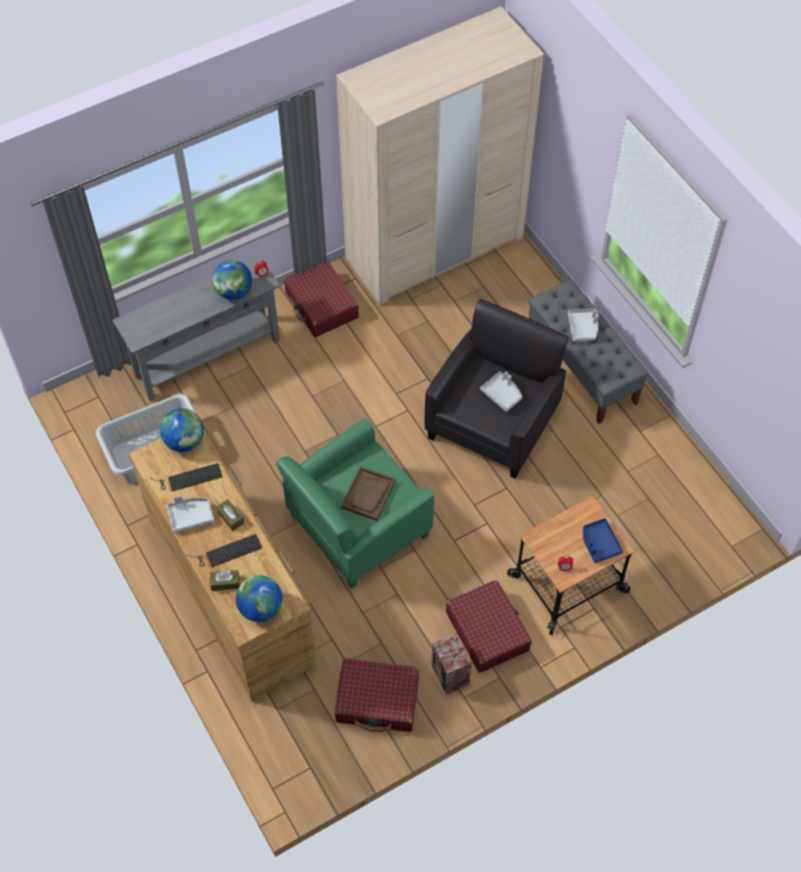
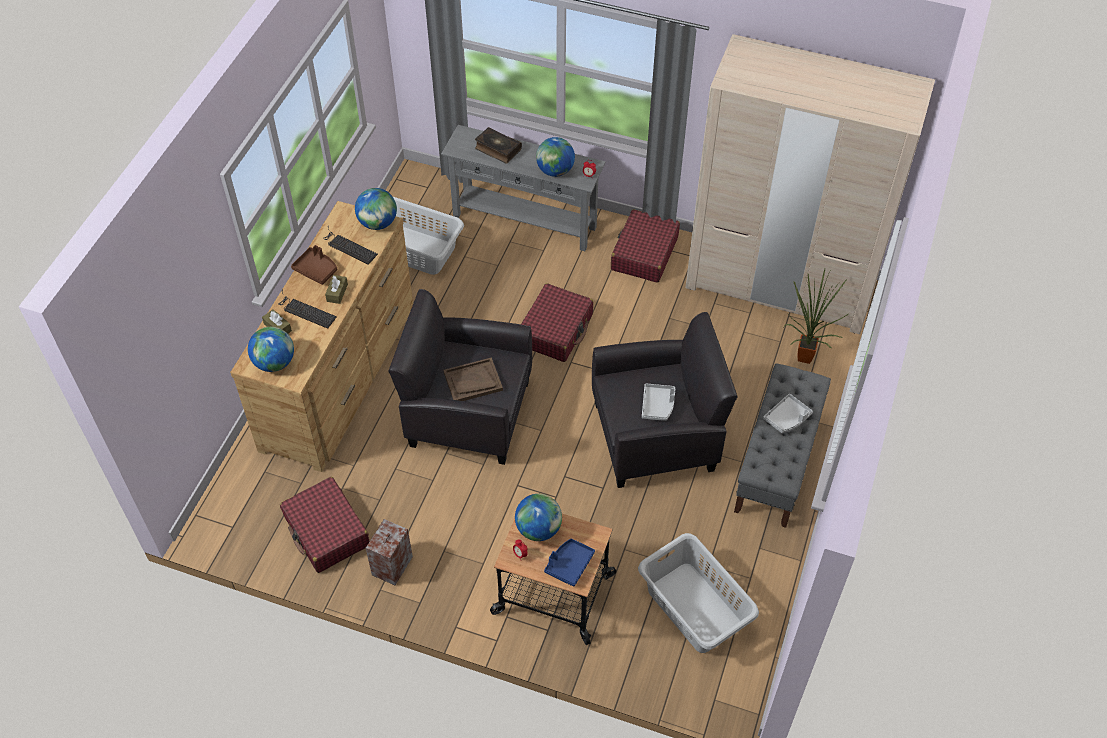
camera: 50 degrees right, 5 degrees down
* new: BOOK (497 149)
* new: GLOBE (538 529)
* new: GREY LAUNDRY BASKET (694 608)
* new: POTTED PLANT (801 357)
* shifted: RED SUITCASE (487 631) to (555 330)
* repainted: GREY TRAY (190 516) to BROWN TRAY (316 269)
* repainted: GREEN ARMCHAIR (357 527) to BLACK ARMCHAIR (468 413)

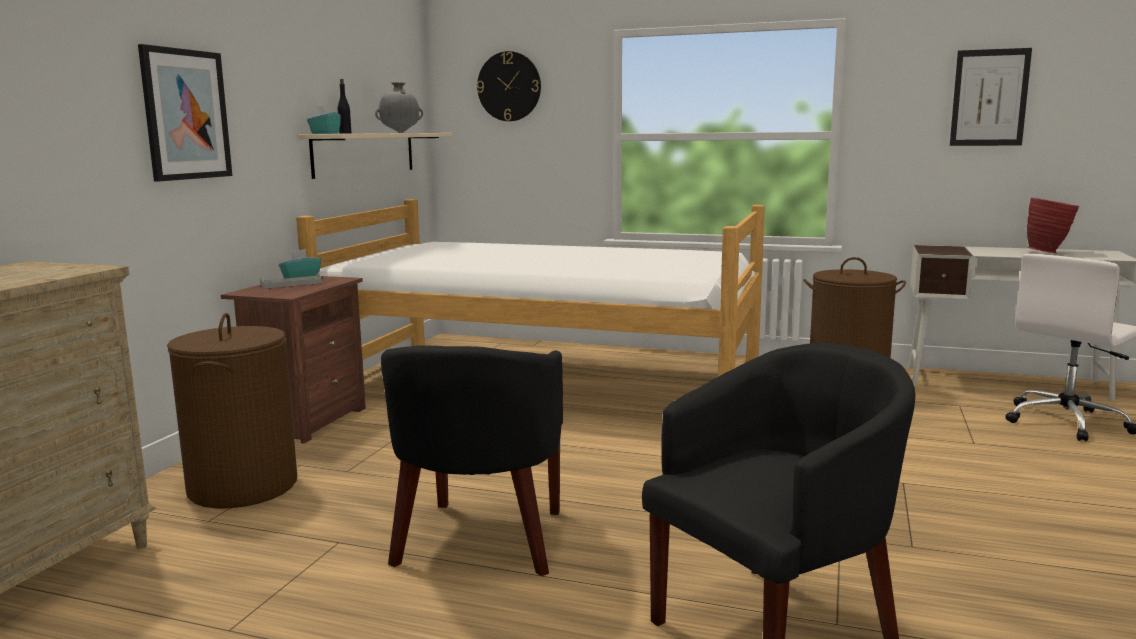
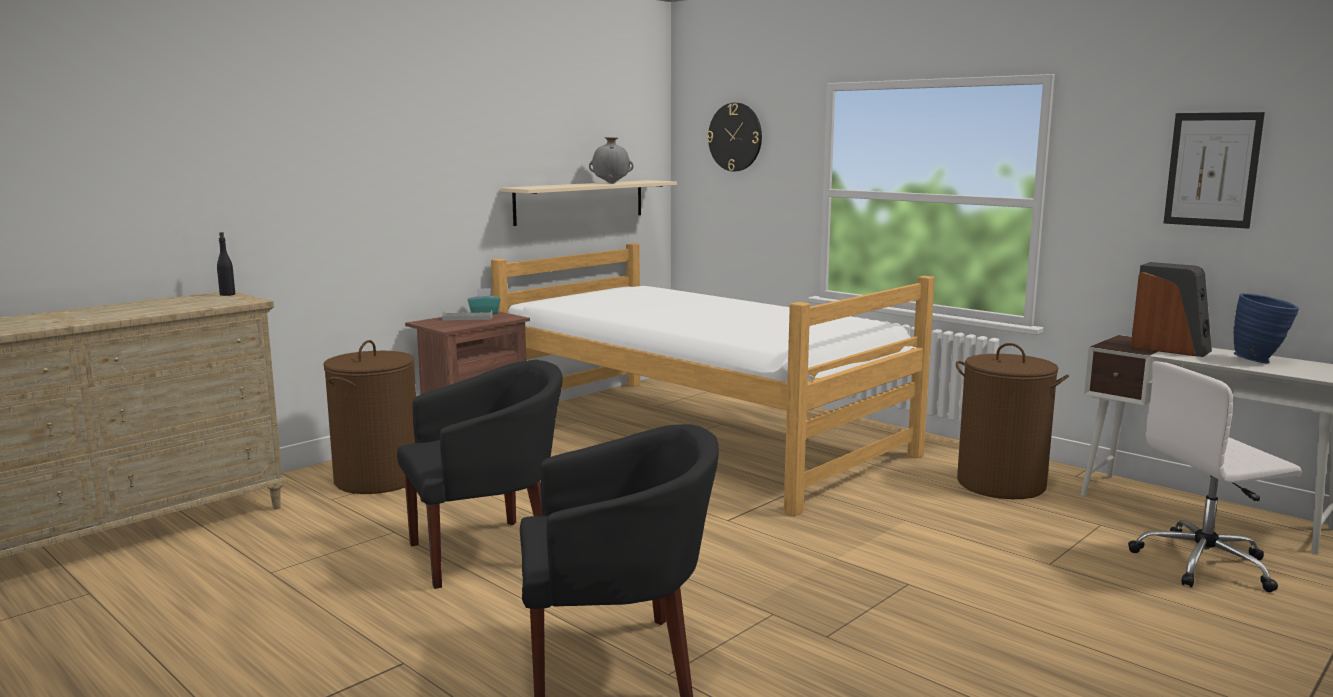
camera: 25 degrees right, 0 degrees up
* gone: PICTURE (186 114)
* gone: TURQUOISE TISSUE BOX (325 133)
* new: SPEAKER (1170 349)
* shifted: BLACK BOTTLE (345 133) to (227 294)
* repainted: RED VASE (1048 252) to BLUE VASE (1260 361)
* rotated: BLACK ARMCHAIR (481 541) = (487 553) 150 degrees counterclockwise

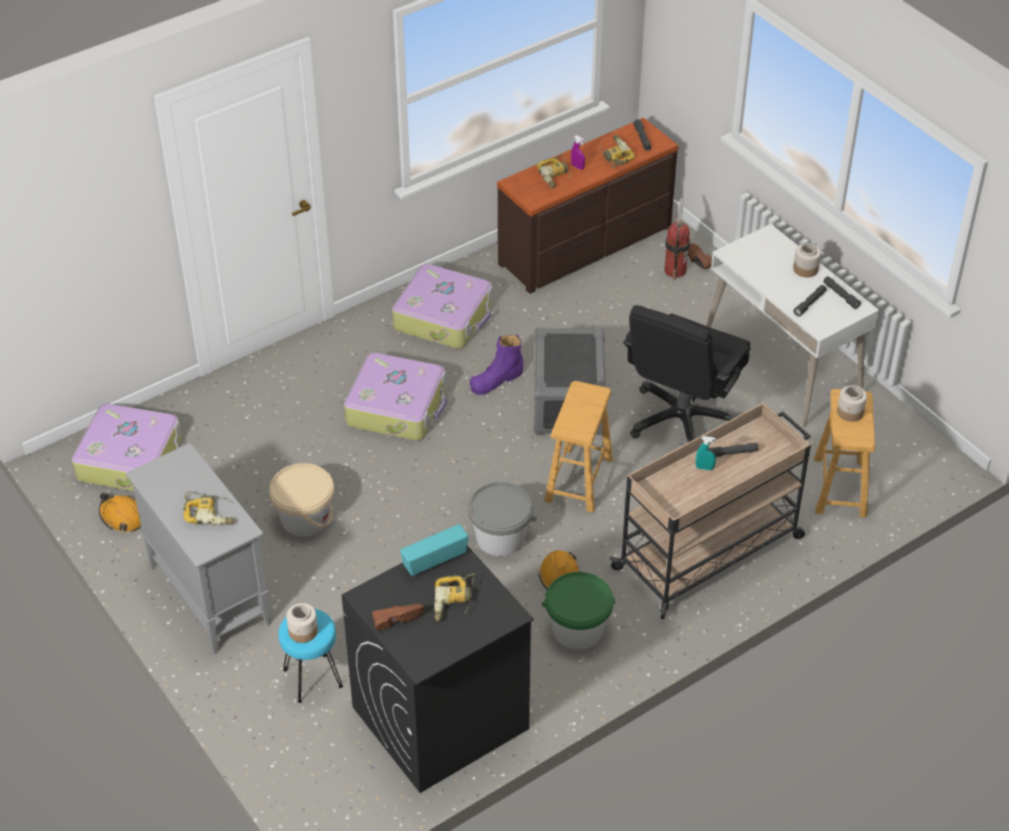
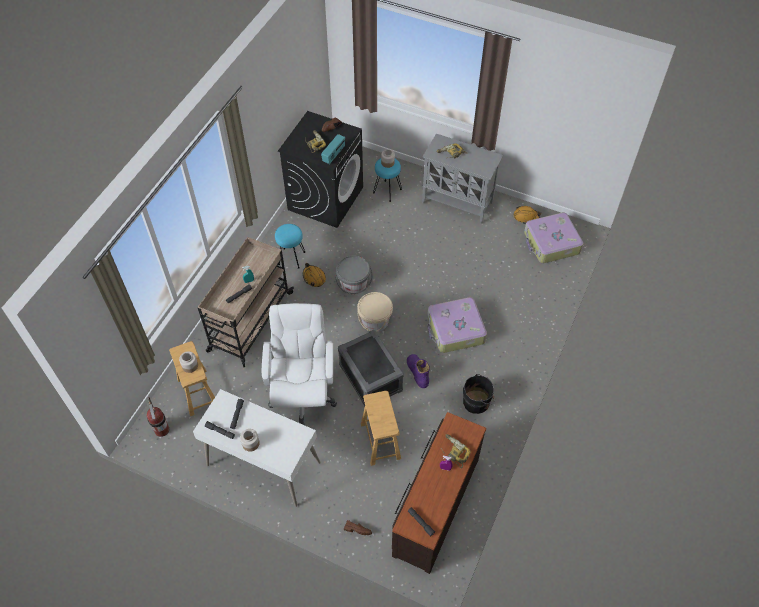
camera: 150 degrees right, 10 degrees up
* gone: POWER DRILL (614 155)
* shifted: BEIGE BUCKET (305 518) to (375 321)
* shifted: BROWN STOOL (579 480) to (380 441)
* shifted: FIRE EXTINGUISHER (675 270) to (162 430)
* swapped: SUITCASE (444 317) to BLACK BUCKET (477 401)
* swapped: GREEN BUCKET (577 629) to TURQUOISE STOOL (291 258)
* repainted: BLACK OFFICE CHAIR (682 420) to WHITE OFFICE CHAIR (302 395)
* rotated: PURPLE BOOT (497 379) = (417 372) 45 degrees counterclockwise

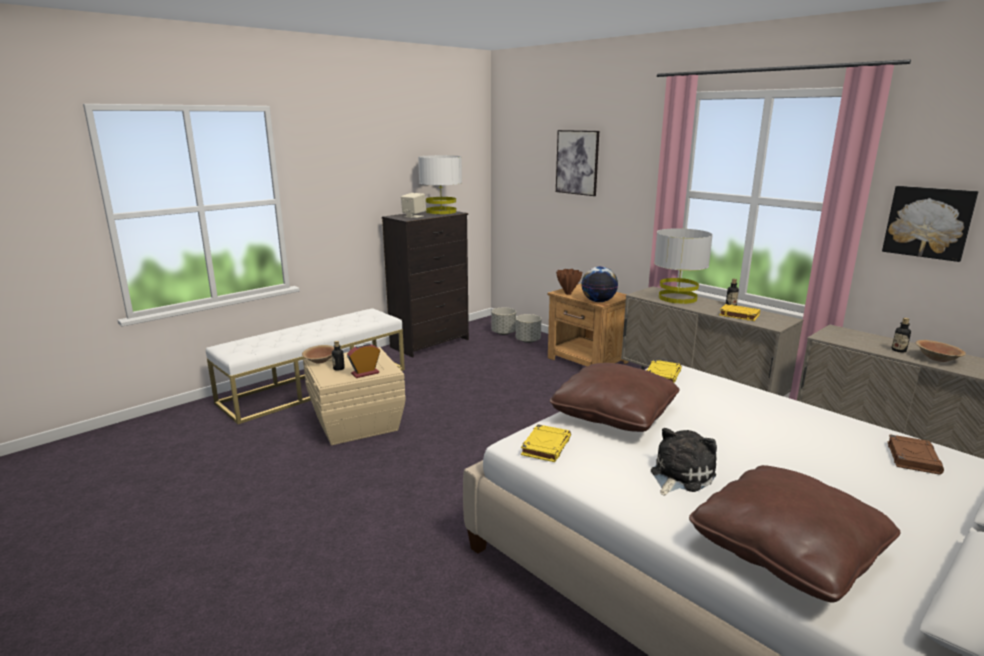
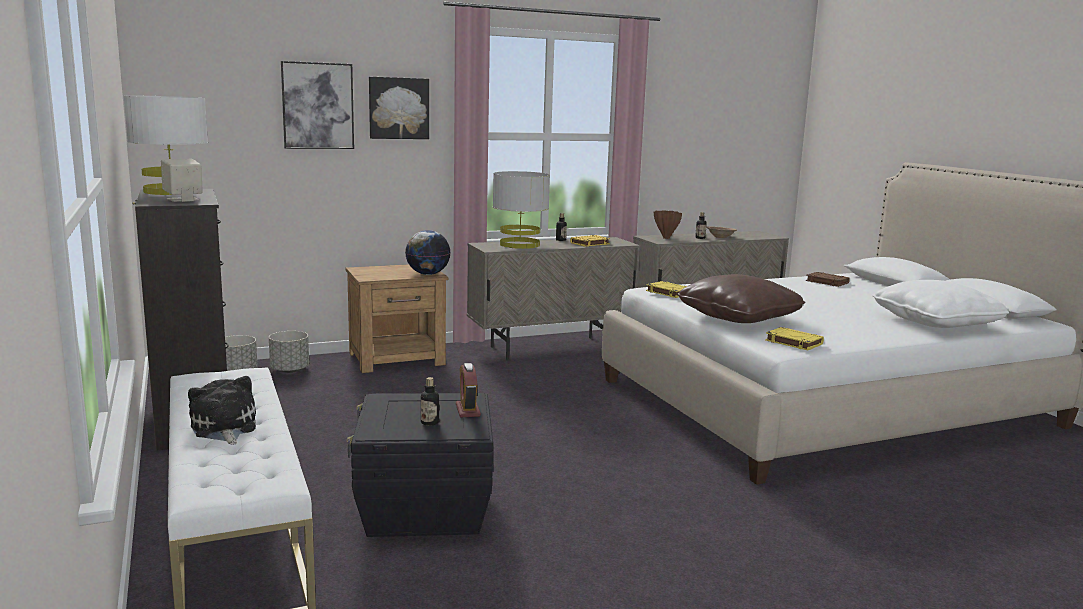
camera: 70 degrees left, 5 degrees down
* gone: BROWN BOWL (320 361)
* shifted: BROWN VASE (568 293) to (666 238)
* shifted: PLUSH TOY (679 475) to (224 428)
* shifted: PICTURE (928 222) to (398 108)
* repainted: BEIGE STORAGE BOX (355 423) to BLACK STORAGE BOX (423 509)
* repainted: BROWN PILLOW (786 550) to WHITE PILLOW (935 323)

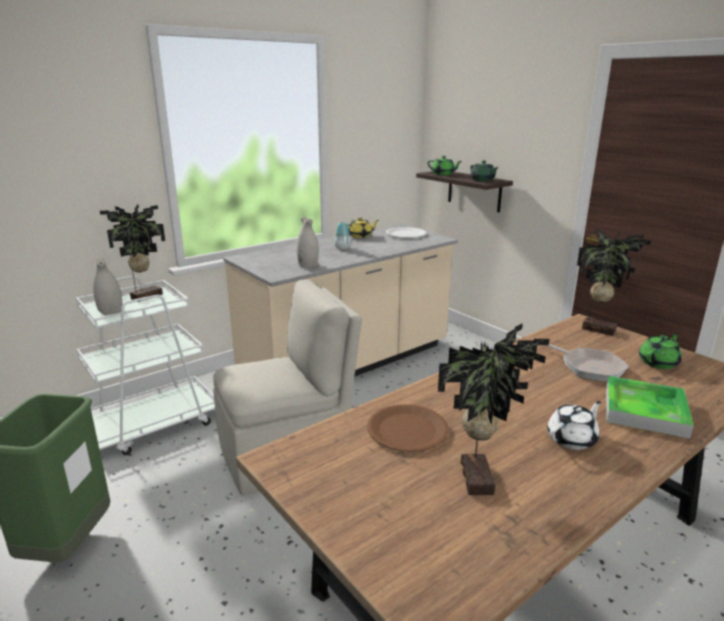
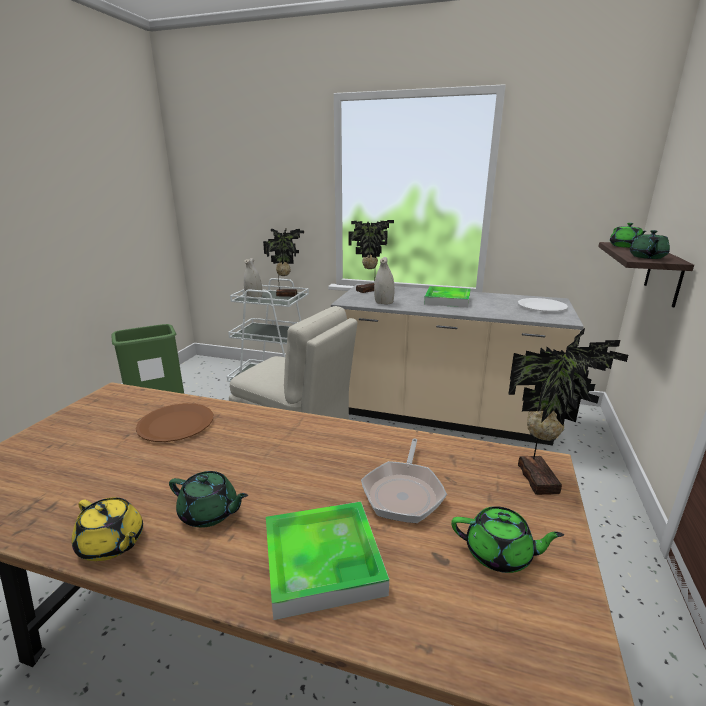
camera: 55 degrees right, 0 degrees up
* shifted: YELLOW TEAPOT (360 236) to (112 544)
* shifted: POTTED PLANT (479 478) to (369 290)
* swapped: VASE (342 248) to TRAY (447 300)
* repainted: WHITE TEAPOT (572 439) to GREEN TEAPOT (210 513)

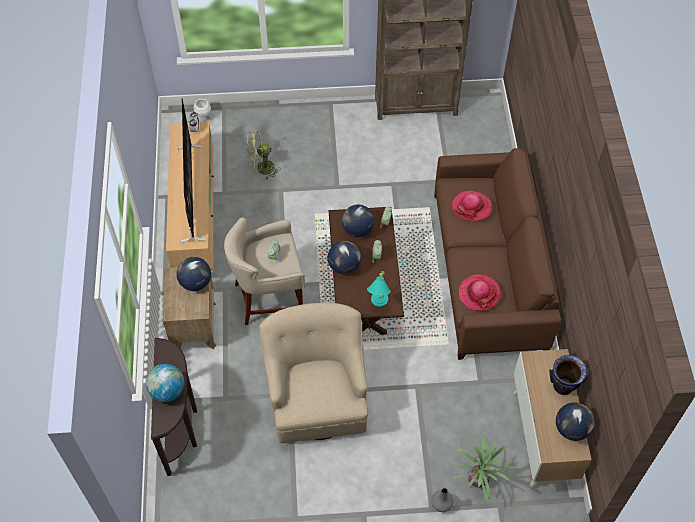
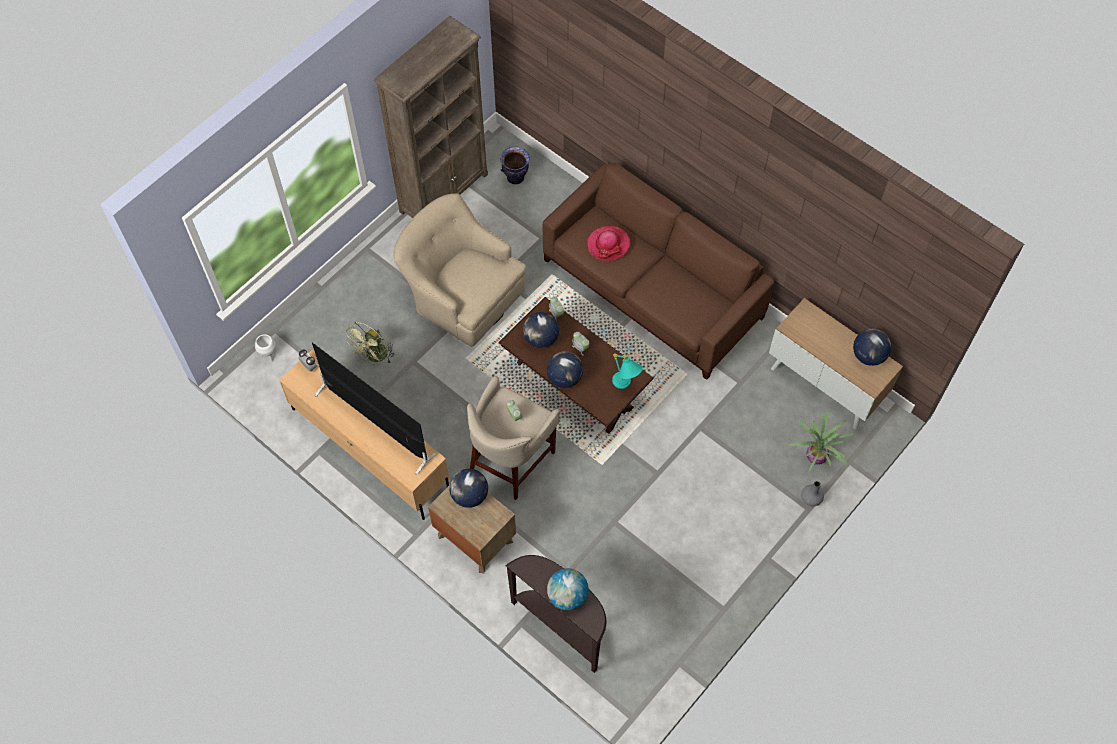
camera: 45 degrees left, 5 degrees up
* gone: HAT (479 293)
* shifted: BEIGE ARMCHAIR (317 395) to (462 295)
* shifted: VASE (563 386) to (515 178)

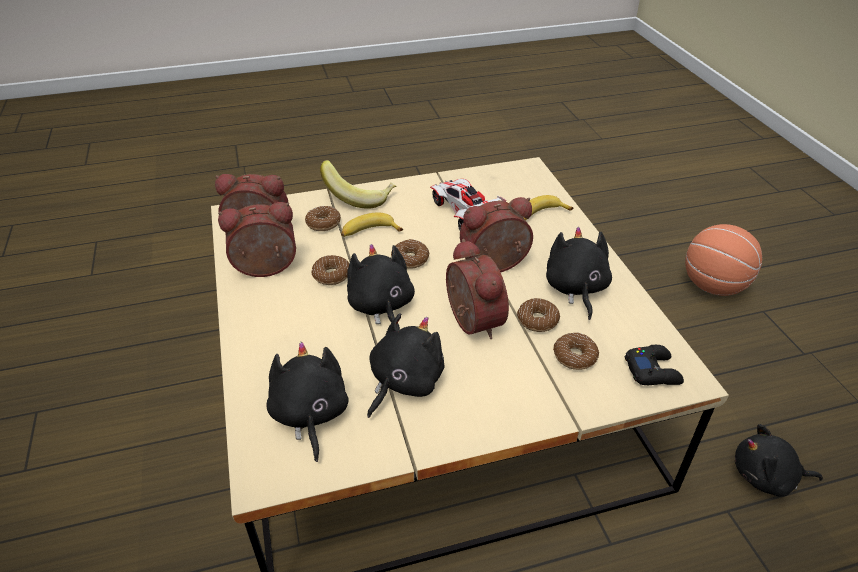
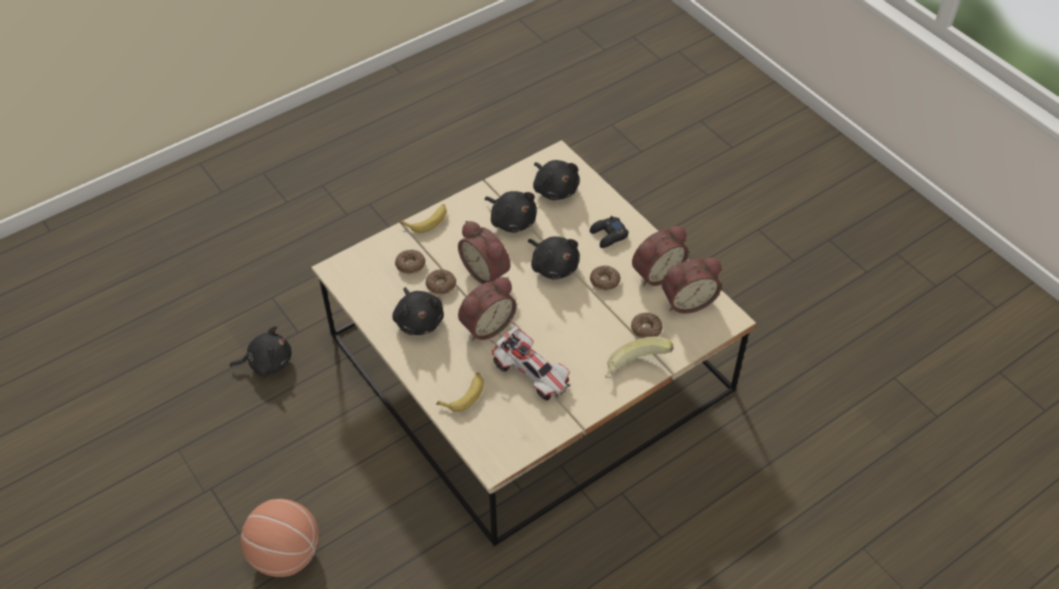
camera: 160 degrees right, 10 degrees up
* gone: DONUT (410 259)
* shifted: BANANA (369 232) to (427 221)
* shifted: BLACK GAME CONTROLLER (652 371) to (608 235)
* rotated: BLACK PLUSH TOY (403 382) = (512 220) 60 degrees counterclockwise

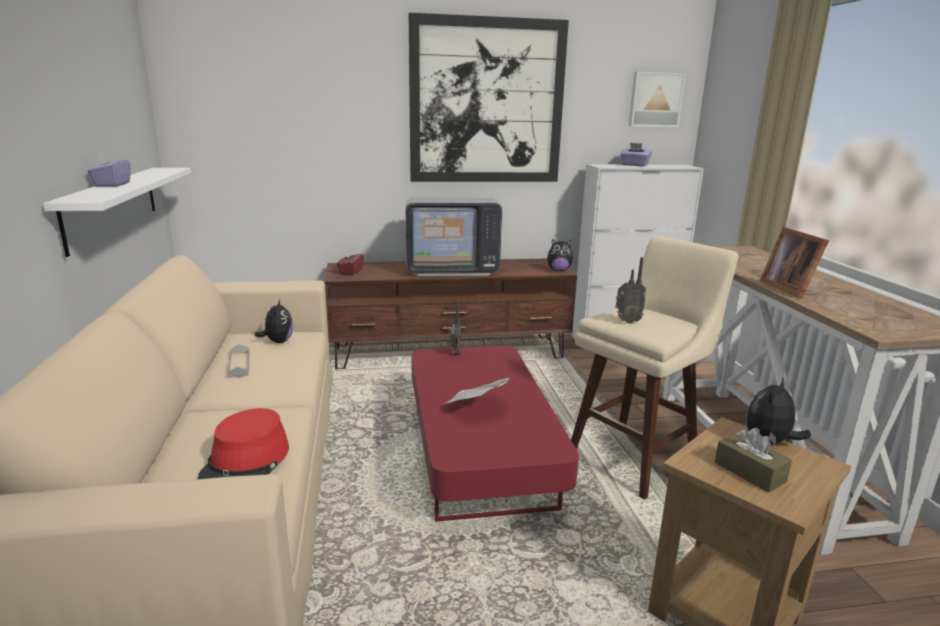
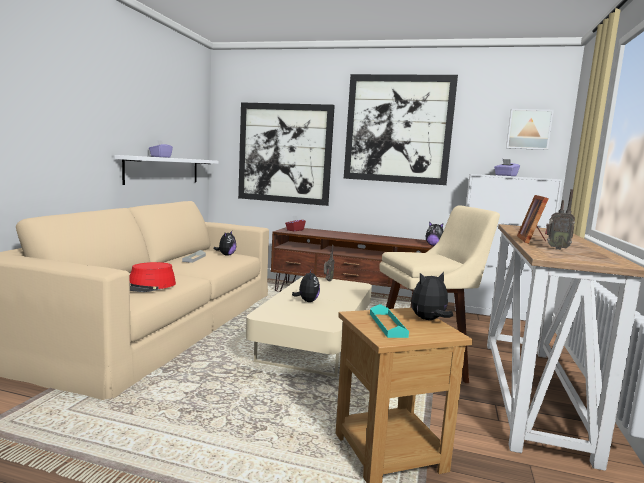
camera: 25 degrees right, 10 degrees down
* gone: TELEVISION (451 269)
* new: PICTURE (285 153)
* shifted: RADIO (627 321) to (556 248)
* swapped: NEWSPAPER (476 407) to PLUSH TOY (307 301)
* swapped: BROWN TISSUE BOX (749 472) to TURQUOISE TRAY (387 325)
* repainted: RED COFFEE TABLE (479 456) to BEIGE COFFEE TABLE (315 343)

